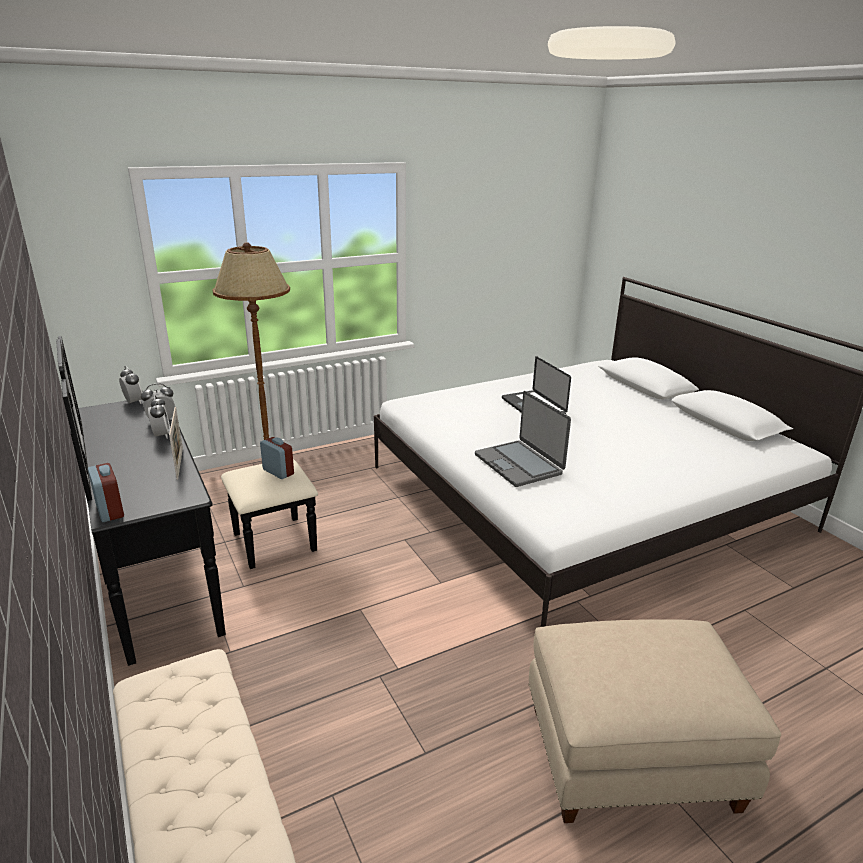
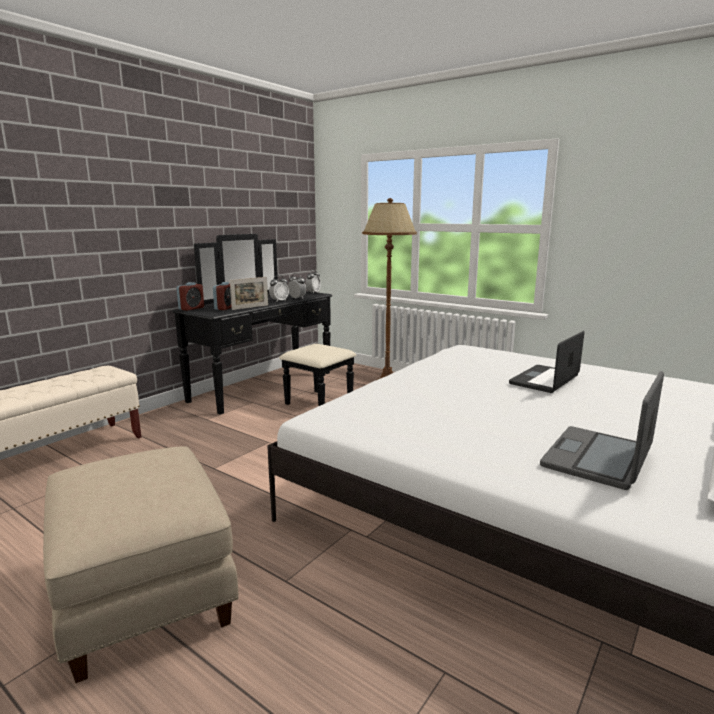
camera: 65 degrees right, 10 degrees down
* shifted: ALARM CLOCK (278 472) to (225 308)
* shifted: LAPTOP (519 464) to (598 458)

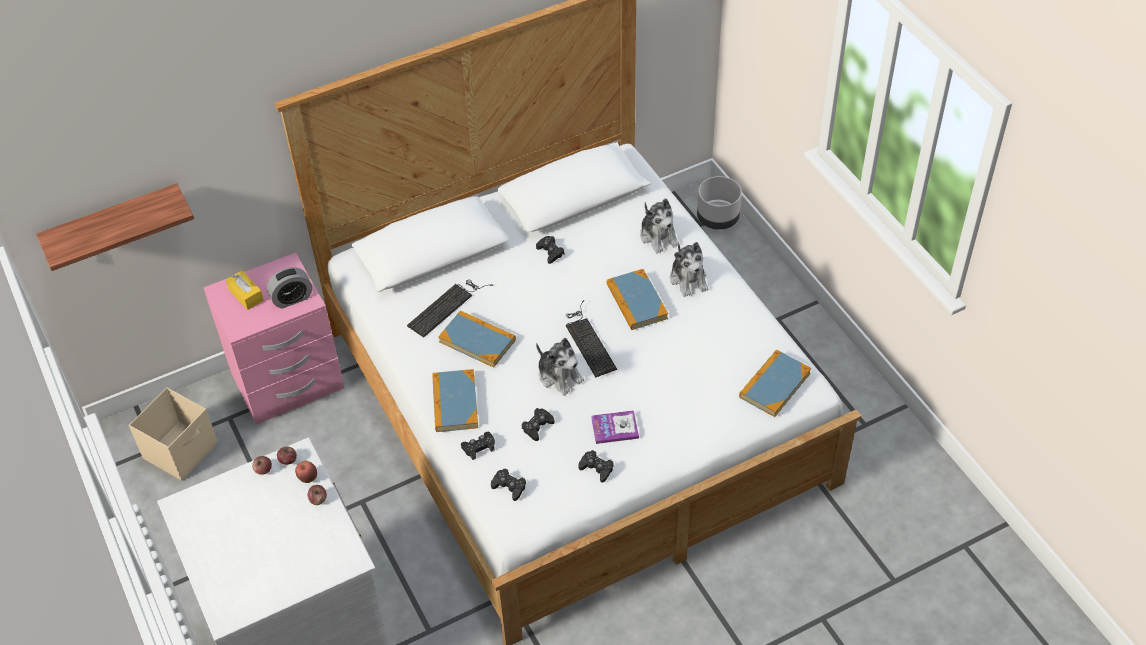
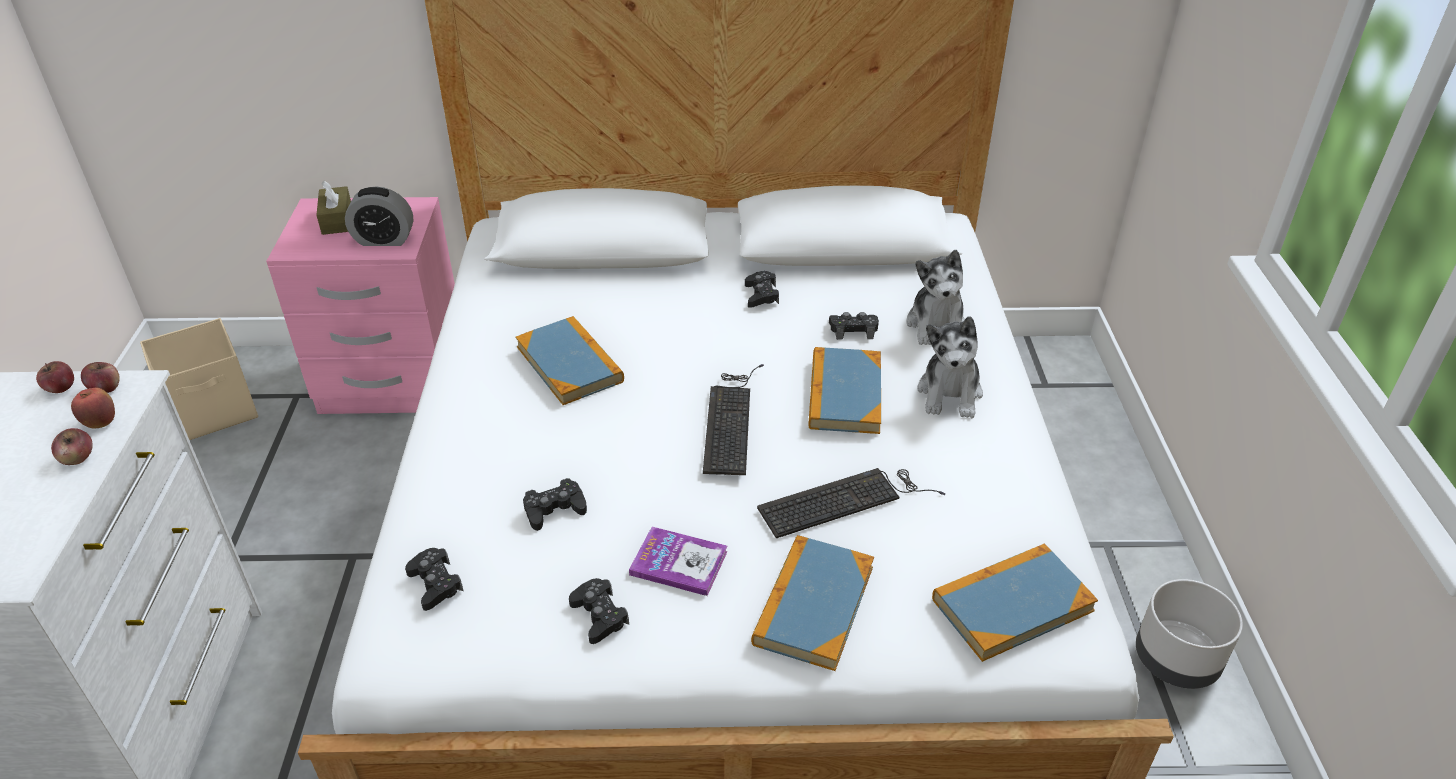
camera: 25 degrees right, 10 degrees down
* gone: SHELF (114 225)
* gone: PLUSH TOY (559 376)
* shifted: KEYBOARD (447 306) to (845 500)
* shifted: BOOK (455 403) to (813 605)
* shifted: BLACK GAME CONTROLLER (479 447) to (853 330)
* shifted: GREY PLANTER (718 218) to (1176 661)
* repainted: YELLOW TISSUE BOX (246 295) to BROWN TISSUE BOX (337 220)

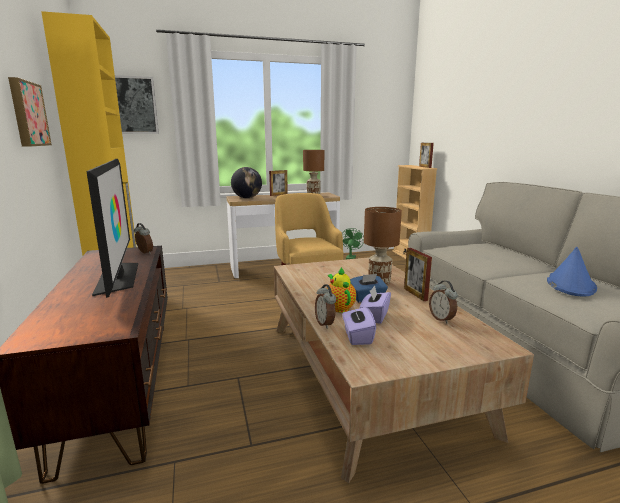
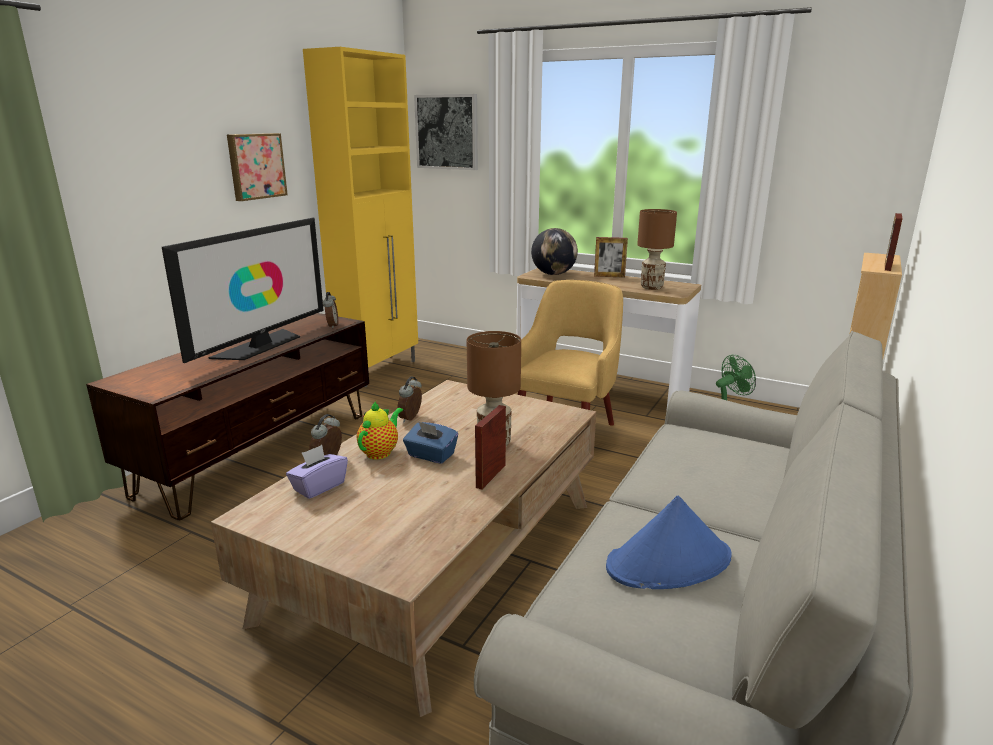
camera: 45 degrees right, 5 degrees up
* gone: PURPLE TISSUE BOX (374 316)
* shifted: ALARM CLOCK (442 319) to (411 418)

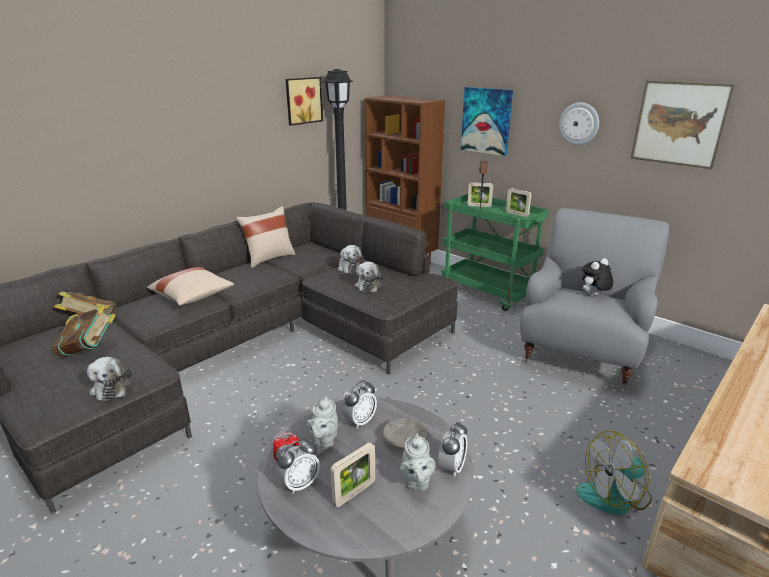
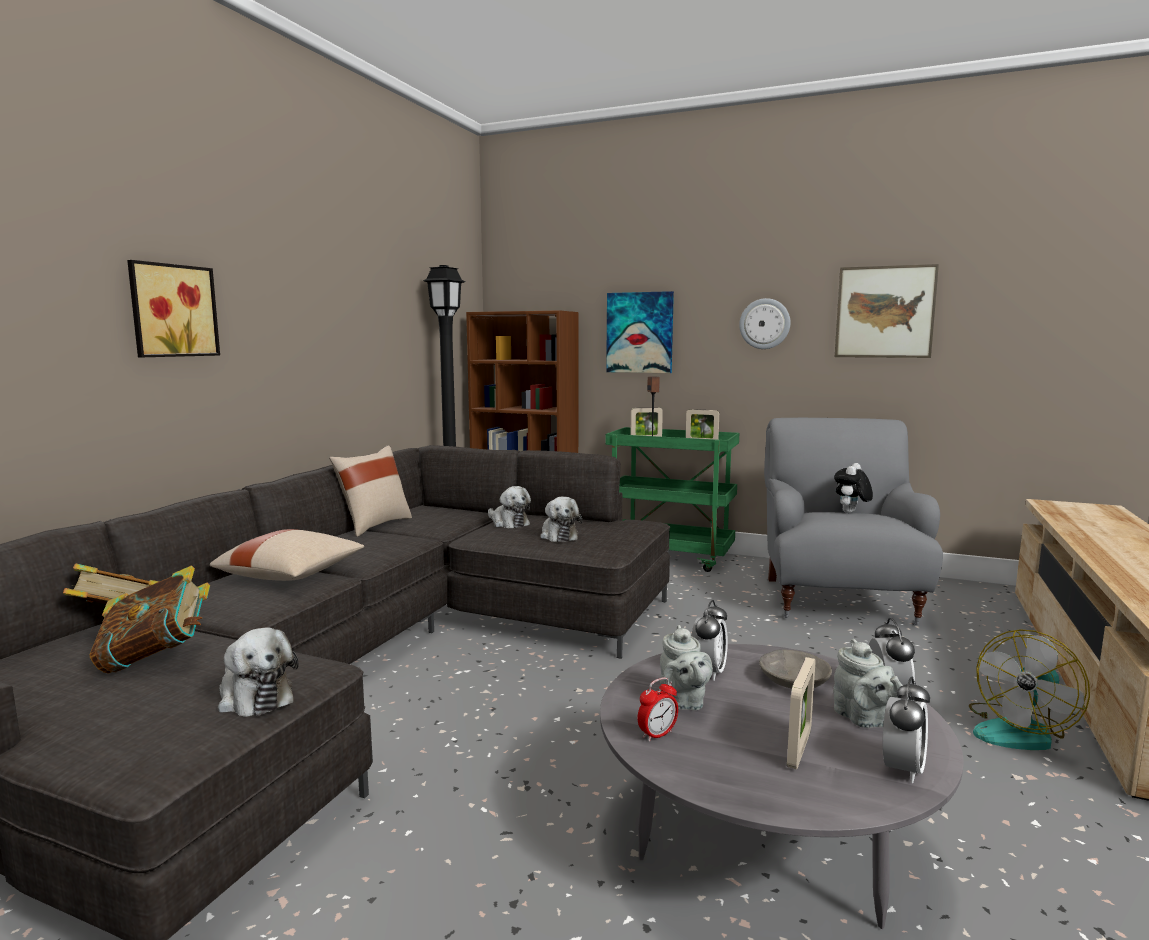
camera: 20 degrees left, 15 degrees down
* shifted: ALARM CLOCK (299 484) to (902 769)
* shifted: PICTURE (303 100) to (172 311)

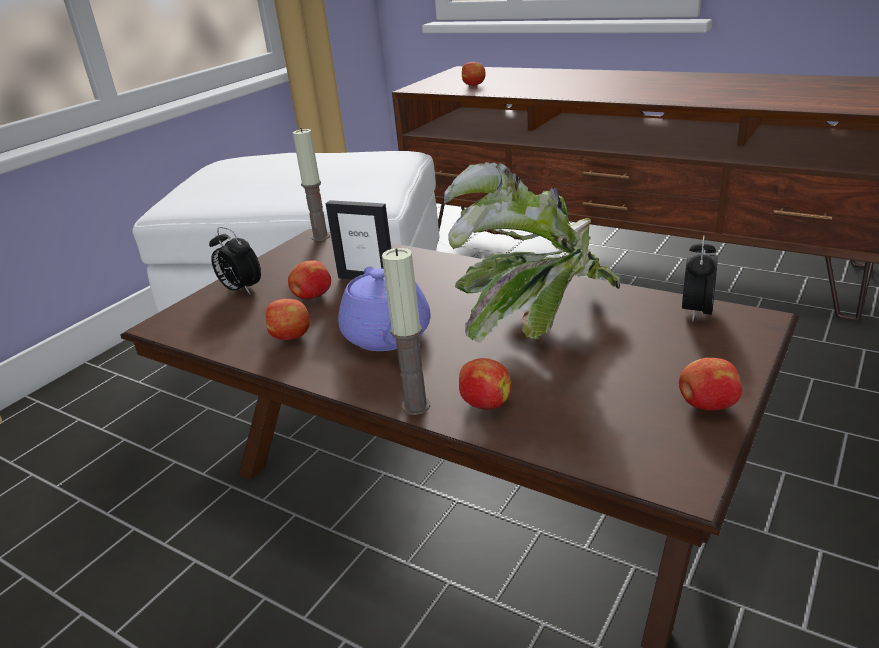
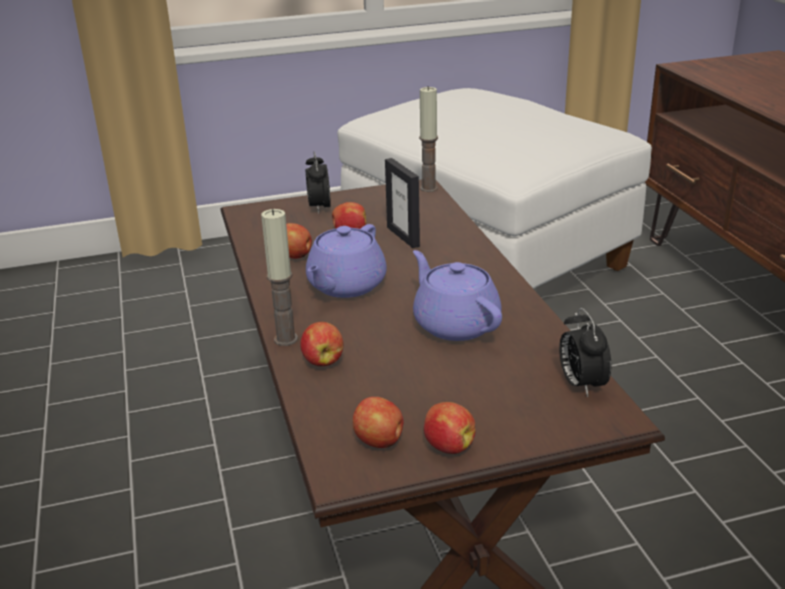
camera: 40 degrees right, 0 degrees up
* shifted: APPLE (474 85) to (379 441)
* swapped: POTTED PLANT (534 319) to PURPLE TEAPOT (455 324)
* rotated: ALARM CLOCK (696 312) = (580 384) 75 degrees counterclockwise

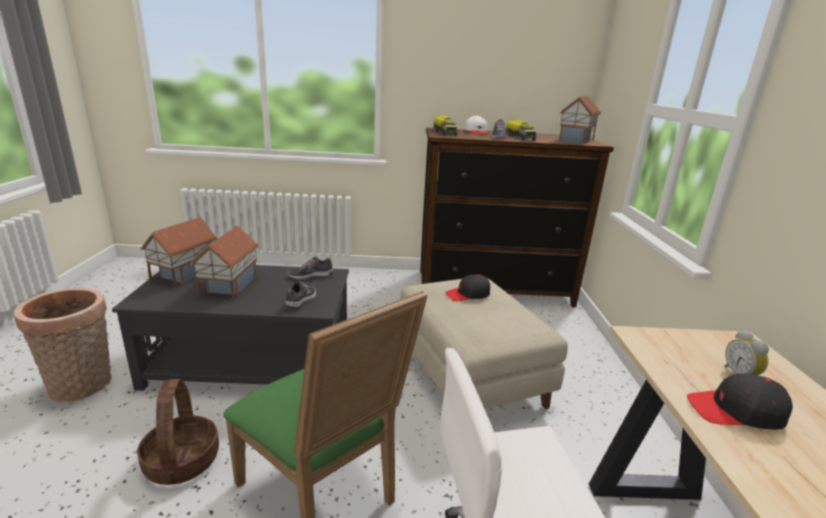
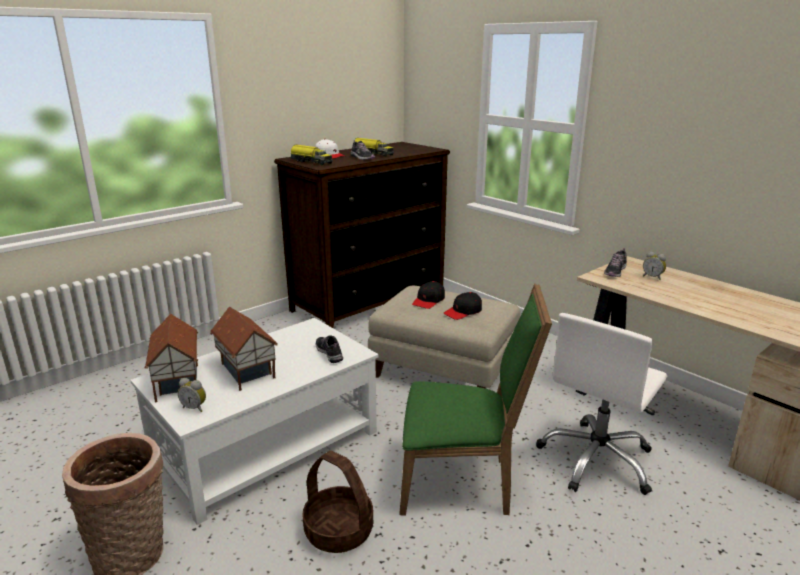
camera: 40 degrees left, 0 degrees up
* gone: TOY HOUSE (577 140)
* new: ALARM CLOCK (195 407)
* shifted: SHOE (311 275) to (615 271)
* shifted: BLACK CAP (736 411) to (463 312)
* repainted: BLACK COFFEE TABLE (250 362) to WHITE COFFEE TABLE (266 447)

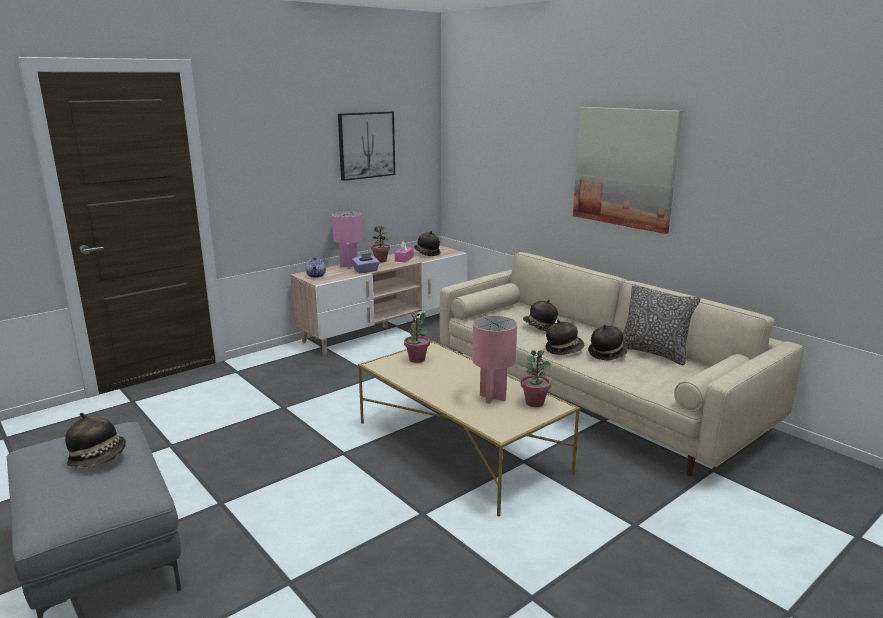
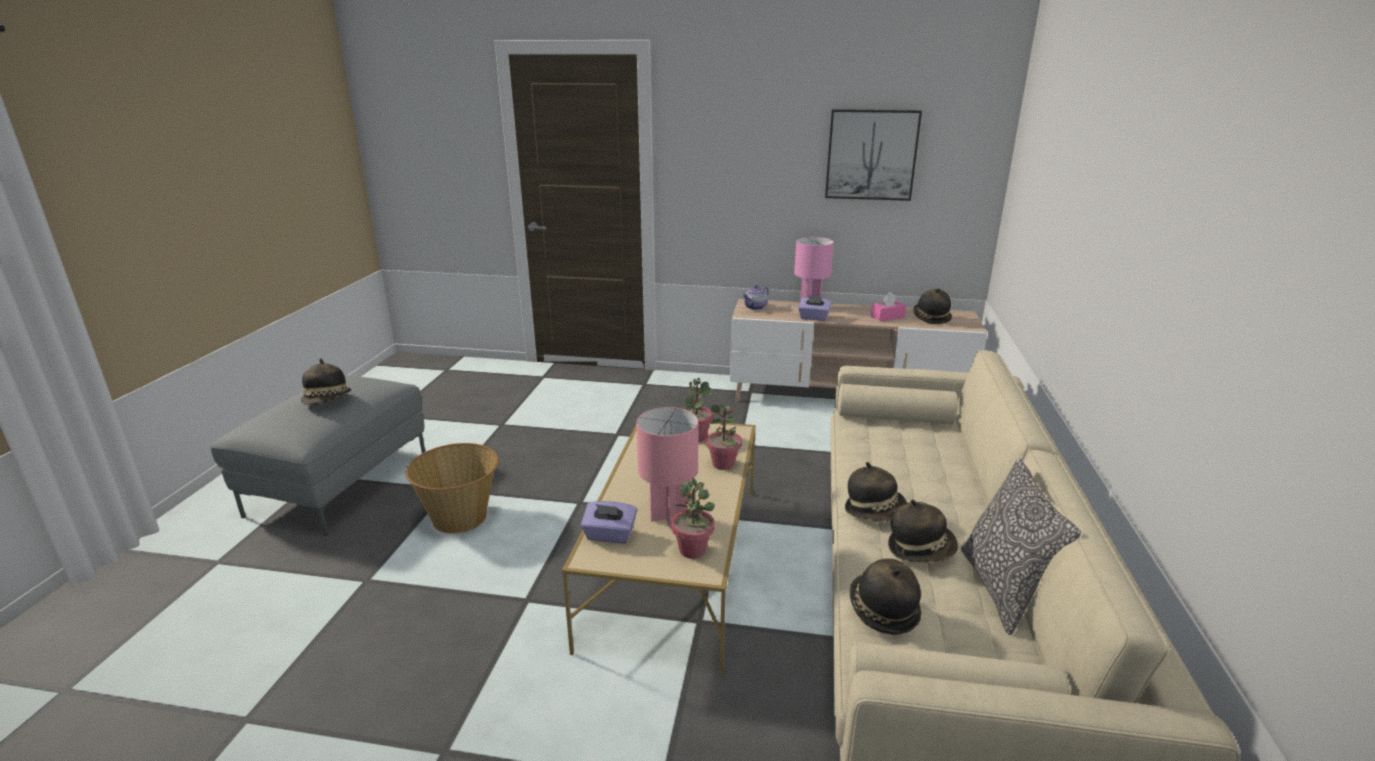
camera: 50 degrees right, 5 degrees up
* gone: PICTURE (625 167)
* new: BASKET (461 517)
* new: PURPLE TISSUE BOX (609 535)
* shifted: POTTED PLANT (381 260) to (723 464)
* shifted: HAT (539 327) to (882 610)

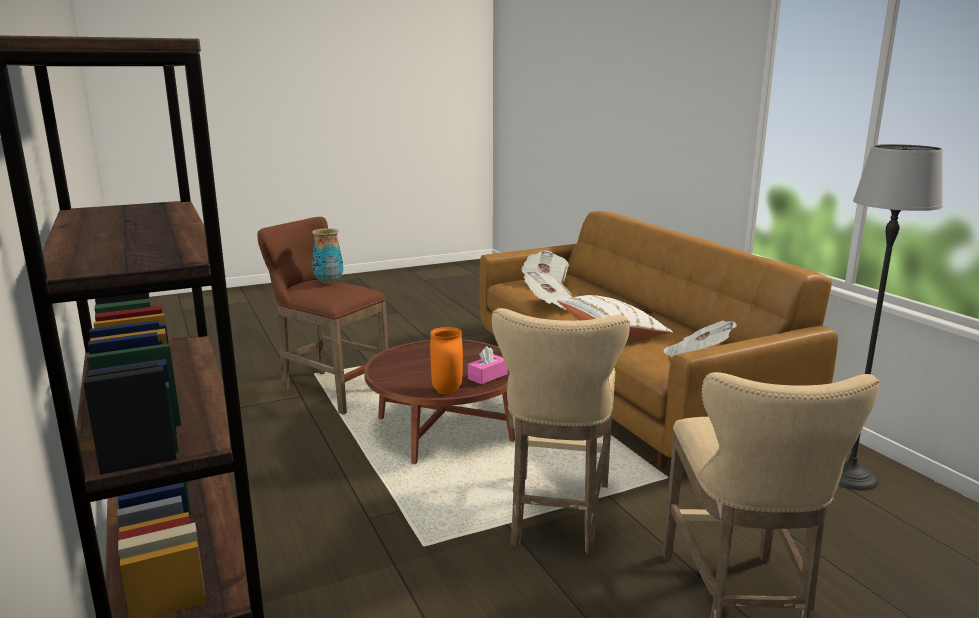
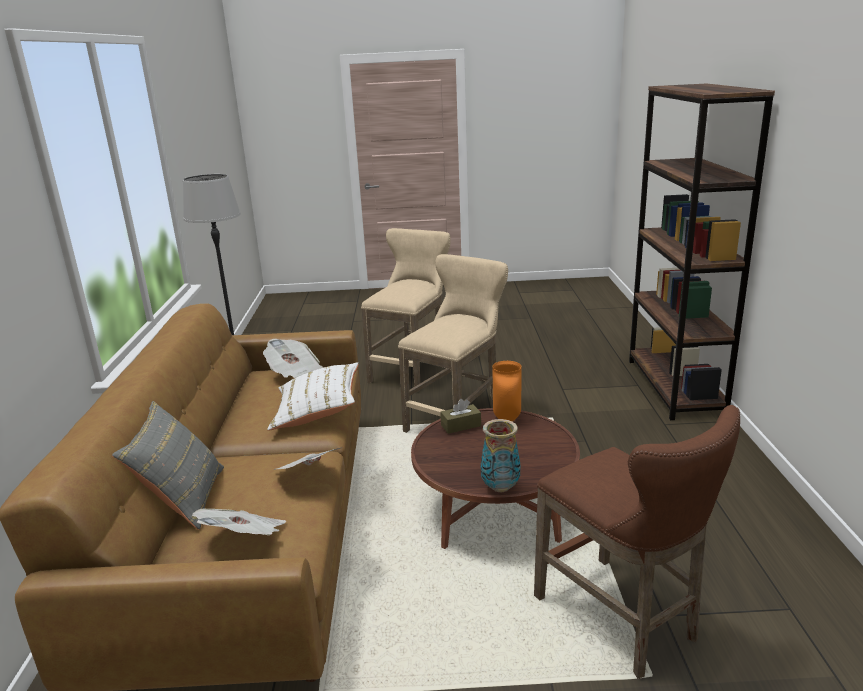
camera: 155 degrees left, 5 degrees up
* new: GREY PILLOW (182 499)
* shifted: VASE (328 282) to (501 488)
* repainted: PINK TISSUE BOX (487 376) to BROWN TISSUE BOX (461 425)

